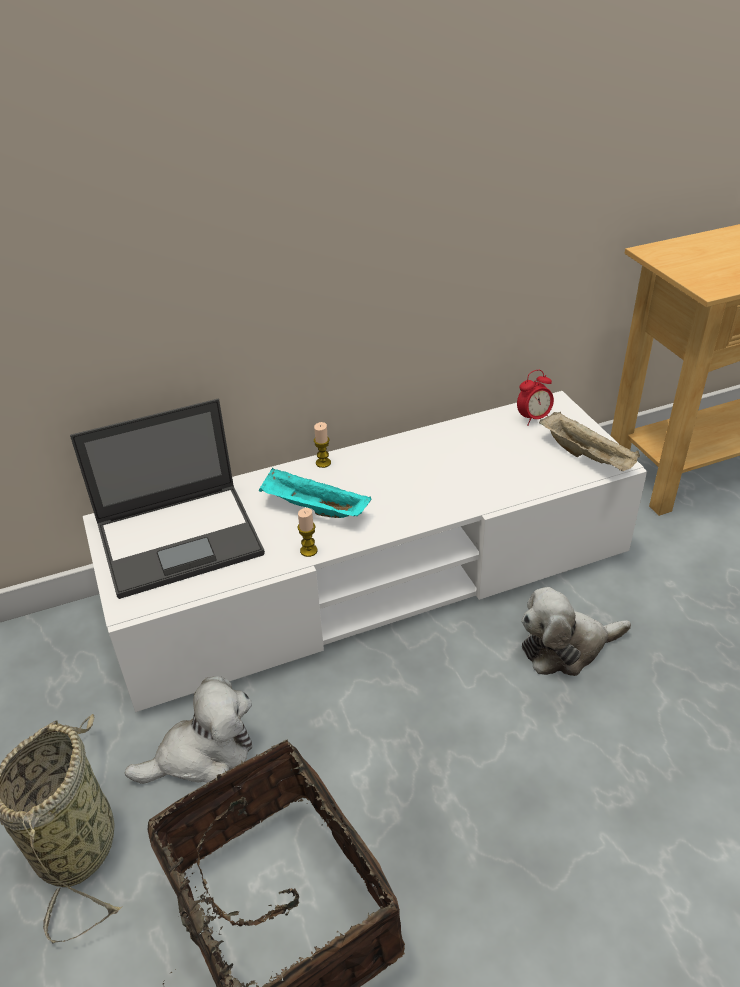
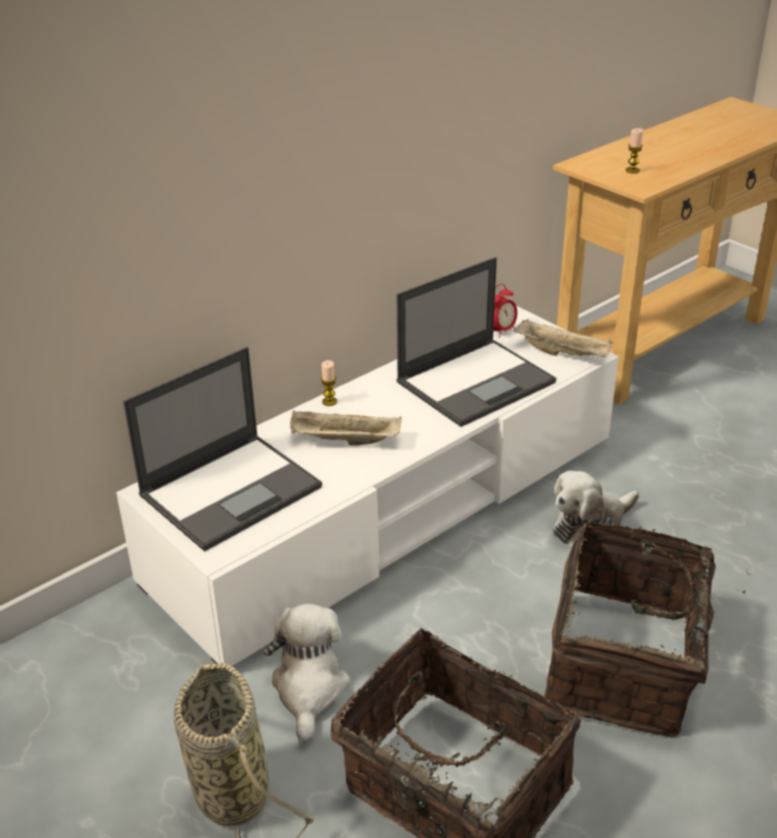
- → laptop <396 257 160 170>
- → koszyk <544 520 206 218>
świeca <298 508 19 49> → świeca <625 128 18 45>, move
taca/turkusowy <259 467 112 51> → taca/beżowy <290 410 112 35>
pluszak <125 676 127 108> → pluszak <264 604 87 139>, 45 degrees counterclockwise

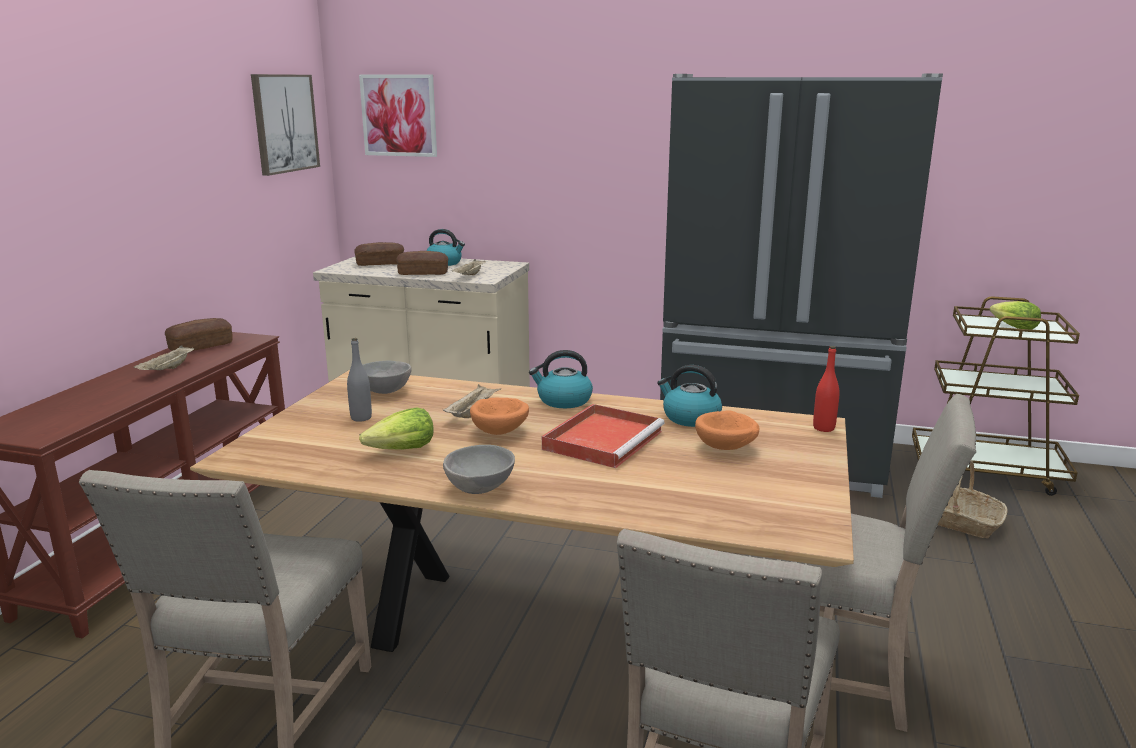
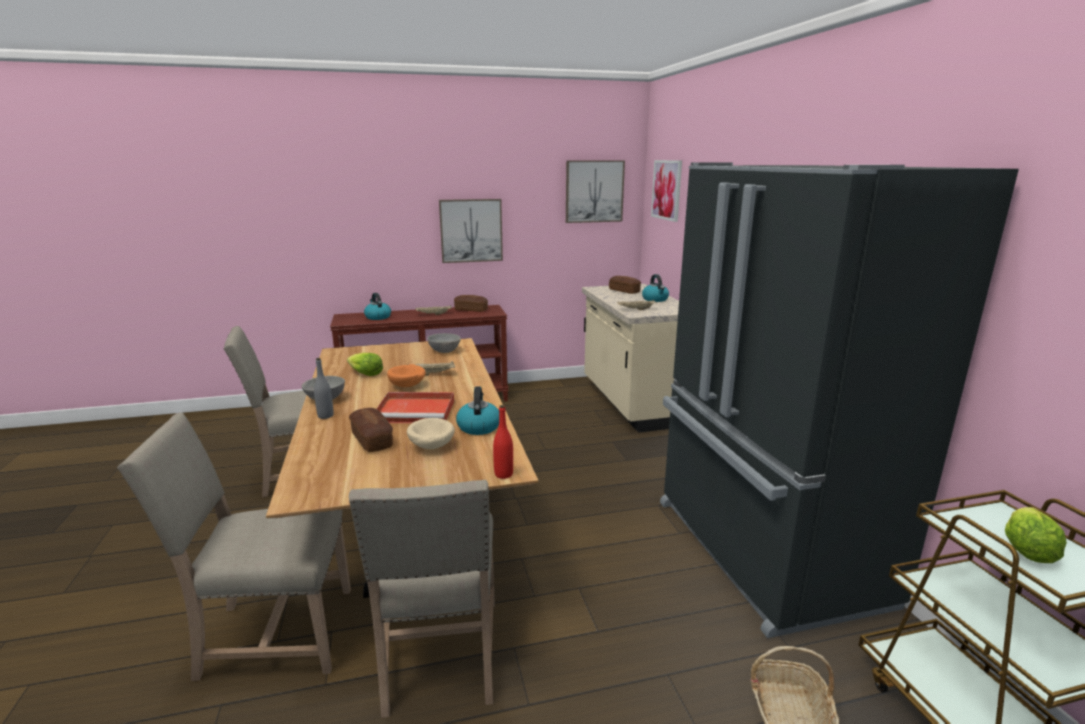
- → obraz <439 199 64 64>
butelka/szary <347 338 25 84> → butelka/szary <314 358 19 61>, move
chleb <396 251 52 24> → chleb <349 408 44 44>, move
czajnik <529 350 64 58> → czajnik <364 293 27 27>, move
miska/pomarańczowy <695 410 64 40> → miska/beżowy <407 418 48 31>

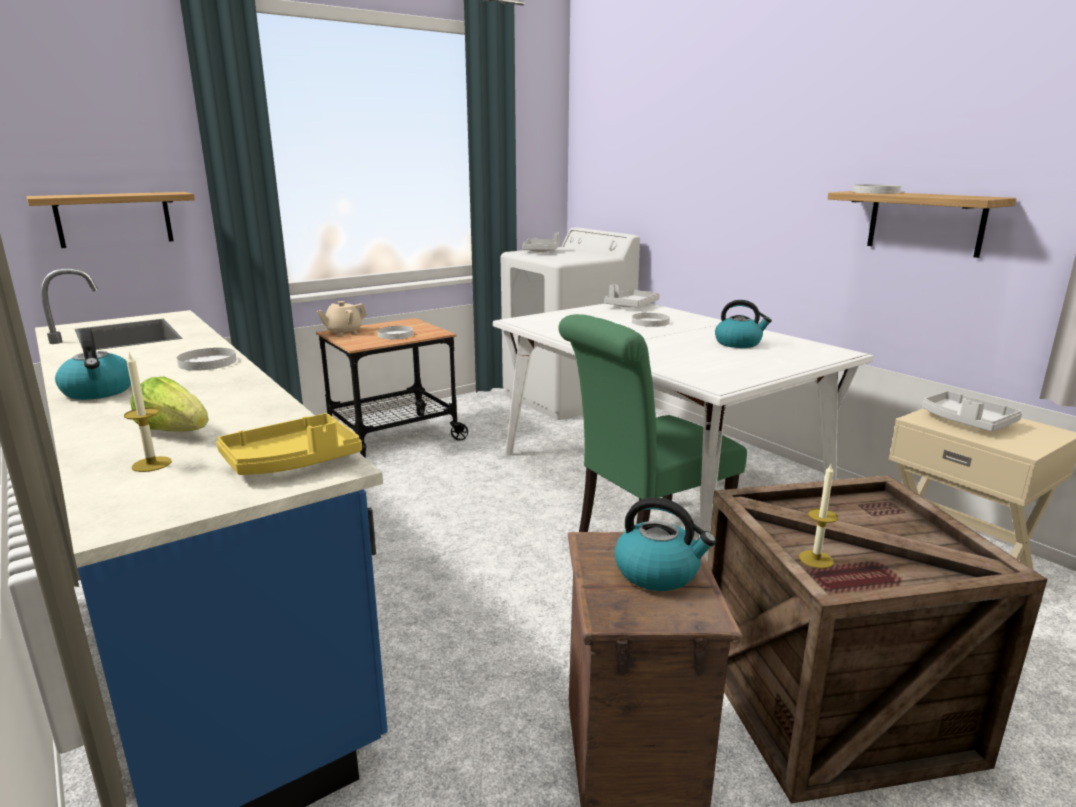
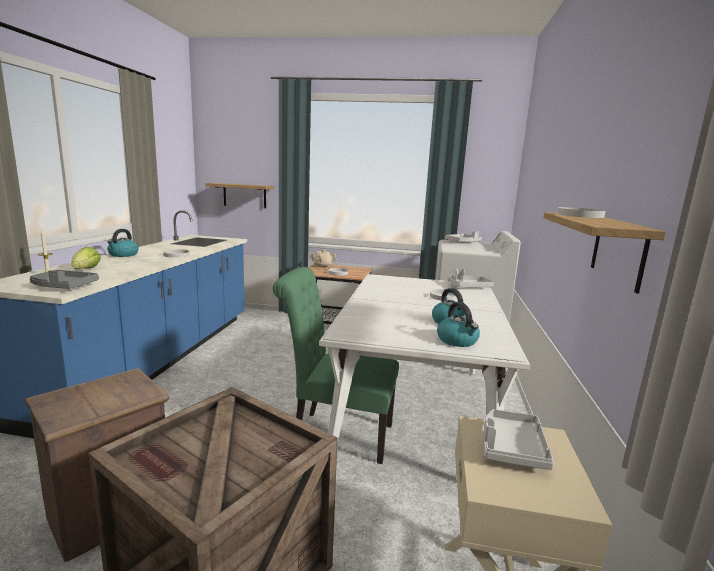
świeca <799 464 39 105> → -
czajnik <614 497 102 94> → czajnik <437 302 43 45>, move
taca/żółty <216 413 146 62> → taca/szary <30 270 69 19>

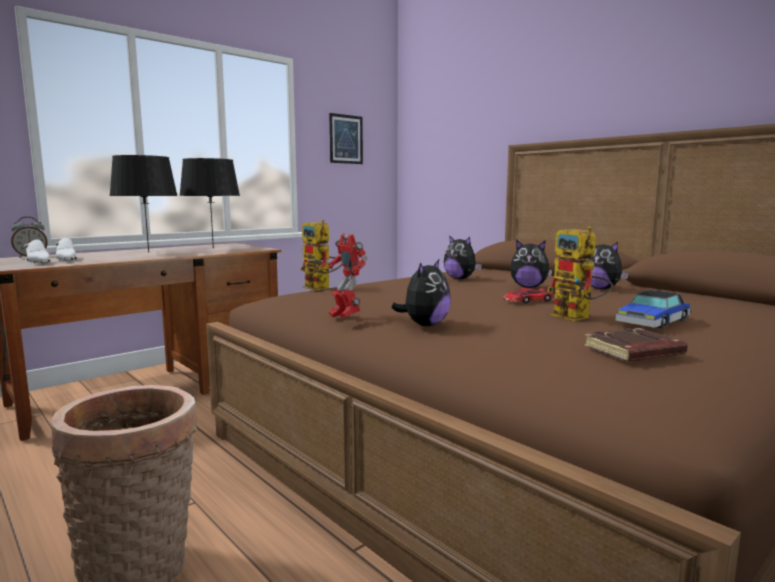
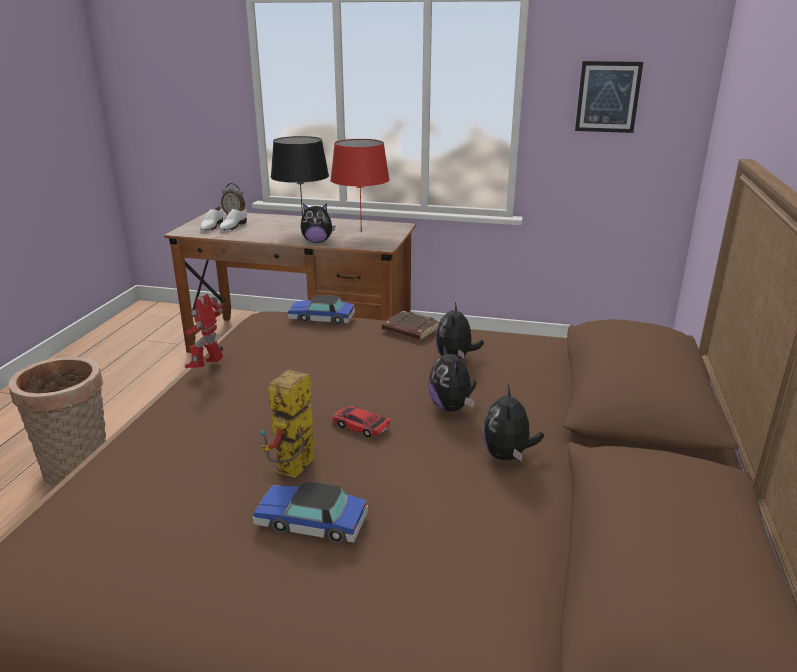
pluszak <391 258 60 68> → pluszak <300 204 35 39>, move
książka/brązowy <584 328 104 33> → książka/brązowy <382 311 58 29>, move
robot zabawkowy <301 219 41 72> → samochodzik <288 295 67 30>
lampa stołowa/czarny <179 158 61 90> → lampa stołowa/czerwony <330 139 60 93>

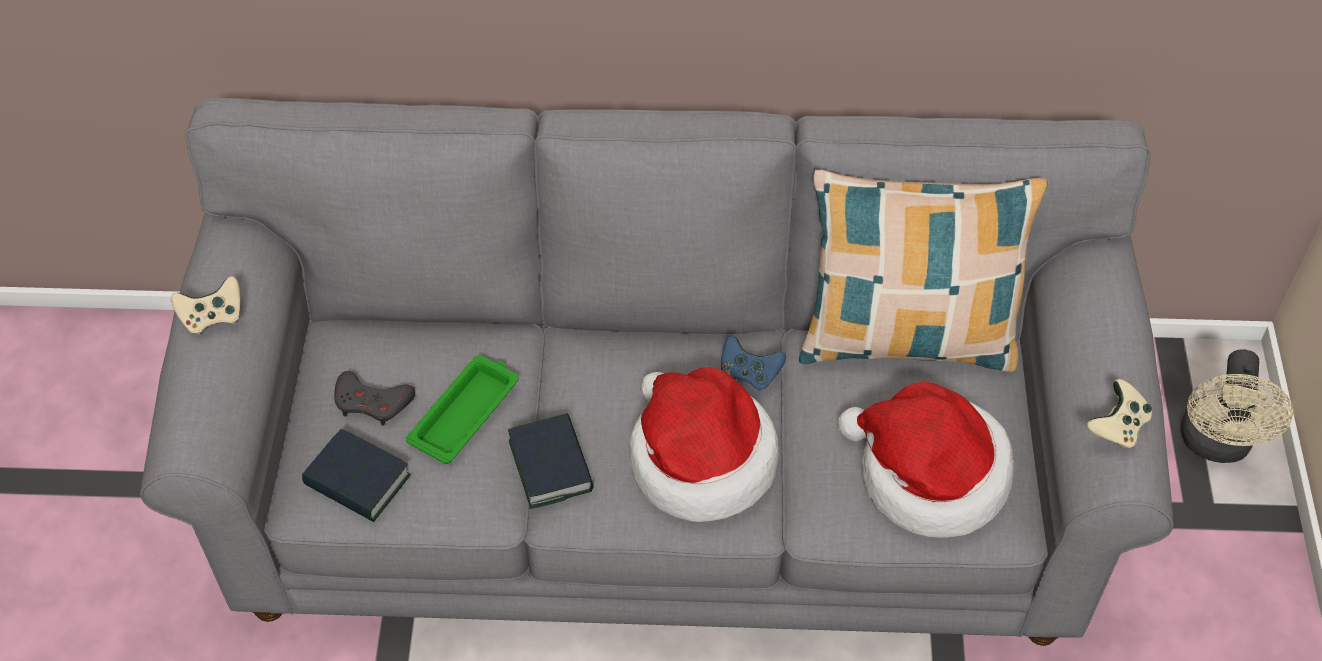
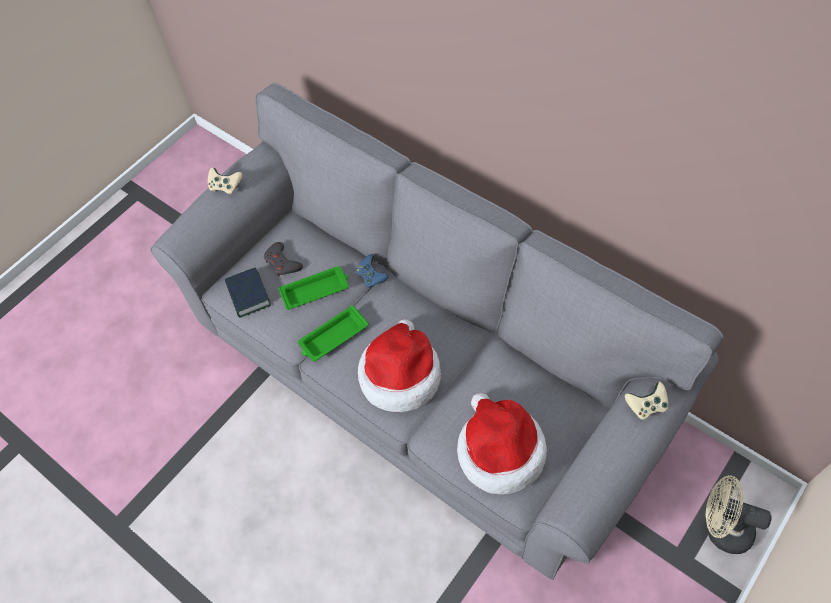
poduszka <799 169 249 203> → -
pad do gier/niebieski <721 335 65 56> → pad do gier/niebieski <356 254 33 33>, move
pad do gier/beżowy <1087 379 65 69> → pad do gier/beżowy <625 382 43 38>, move
książka <508 413 86 96> → taca/zielony <298 305 70 57>
wentylator/beżowy <1181 349 112 114> → wentylator/beżowy <705 475 67 79>, 60 degrees clockwise

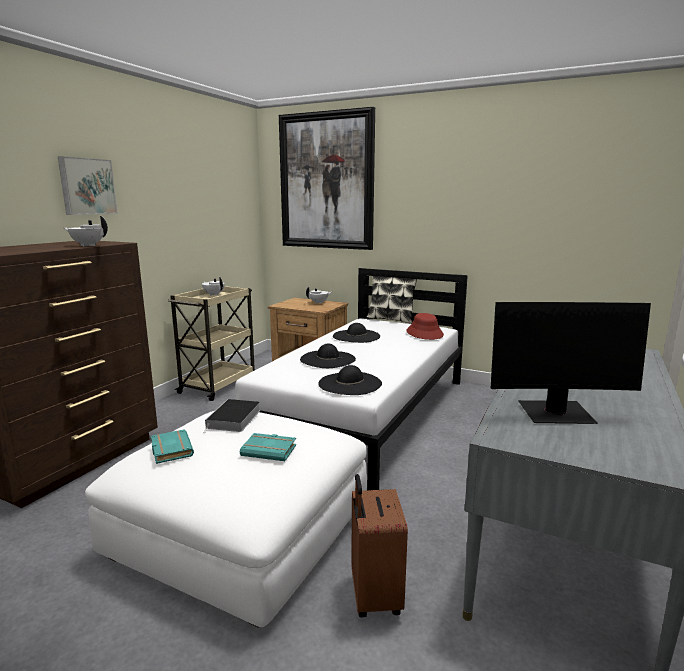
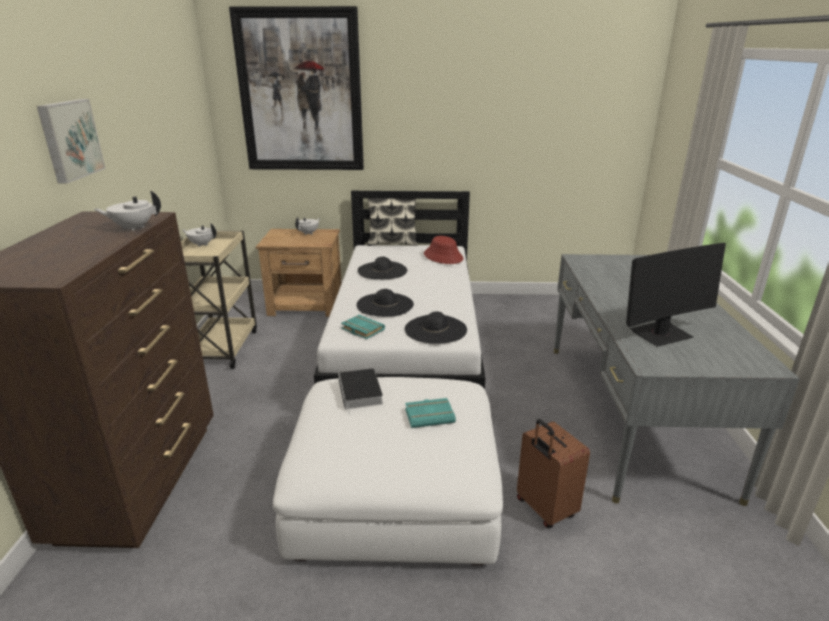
książka/turkusowy <151 429 43 35> → książka/turkusowy <341 315 44 24>, move

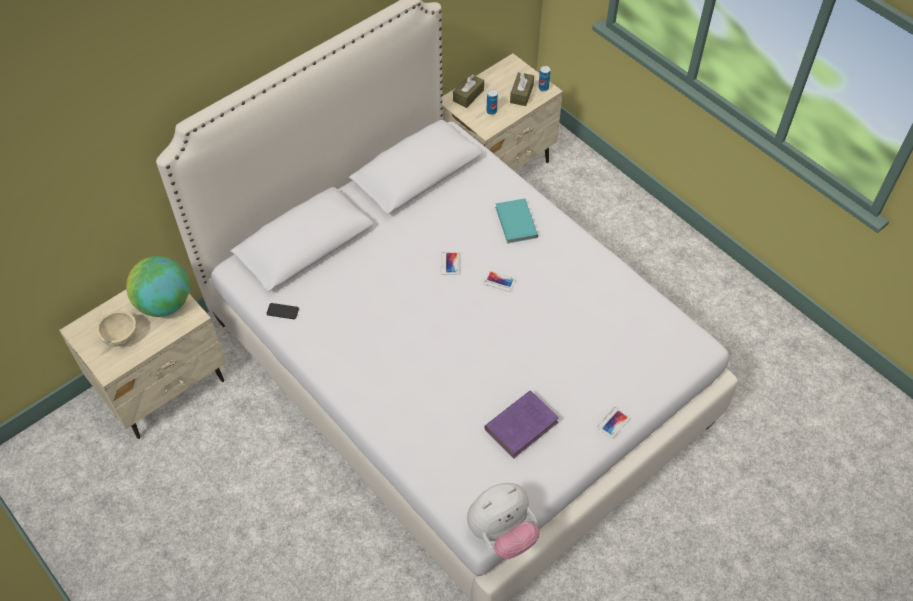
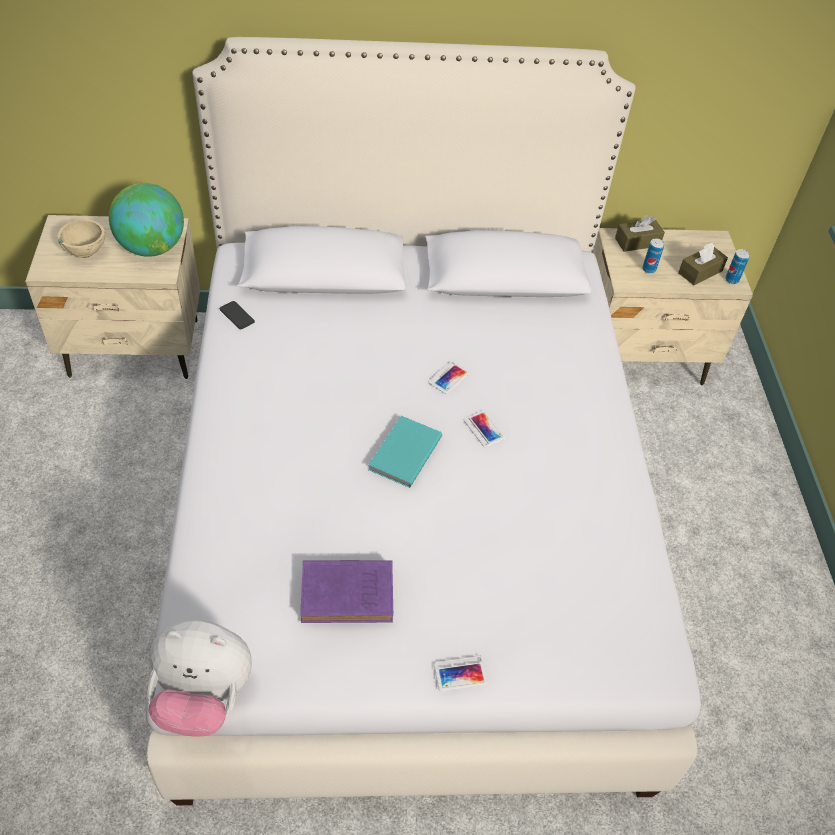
książka/turkusowy <495 199 43 45> → książka/turkusowy <368 416 74 72>, move

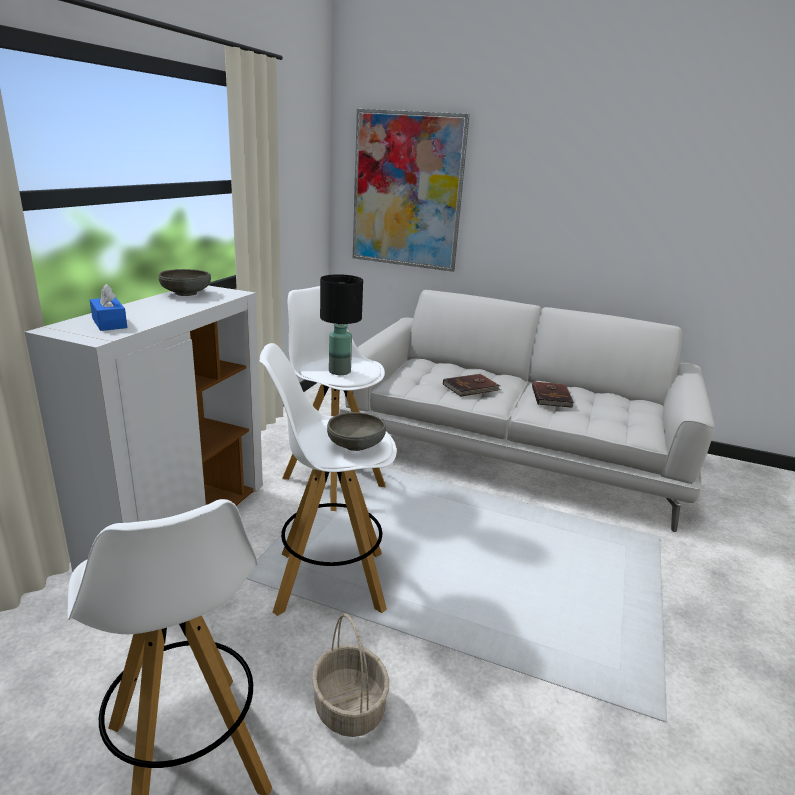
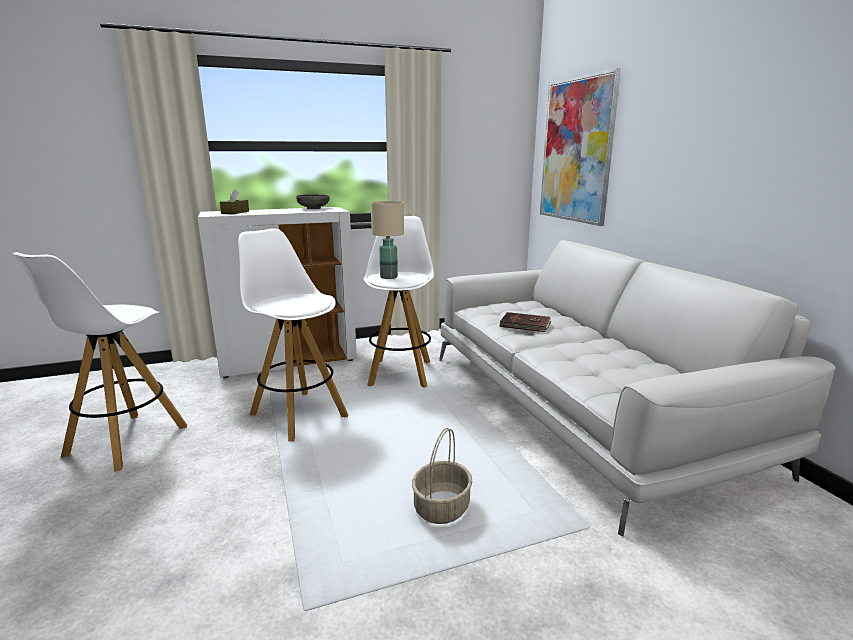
miska/szary <327 412 59 39> → -
książka/brązowy <532 381 42 27> → -
koszyk <312 613 77 124> → koszyk <412 428 60 96>, move
pudełko chusteczek/niebieski <90 284 37 47> → pudełko chusteczek/brązowy <220 189 29 25>
lampa stołowa/czarny <320 274 43 101> → lampa stołowa/beżowy <371 201 33 78>

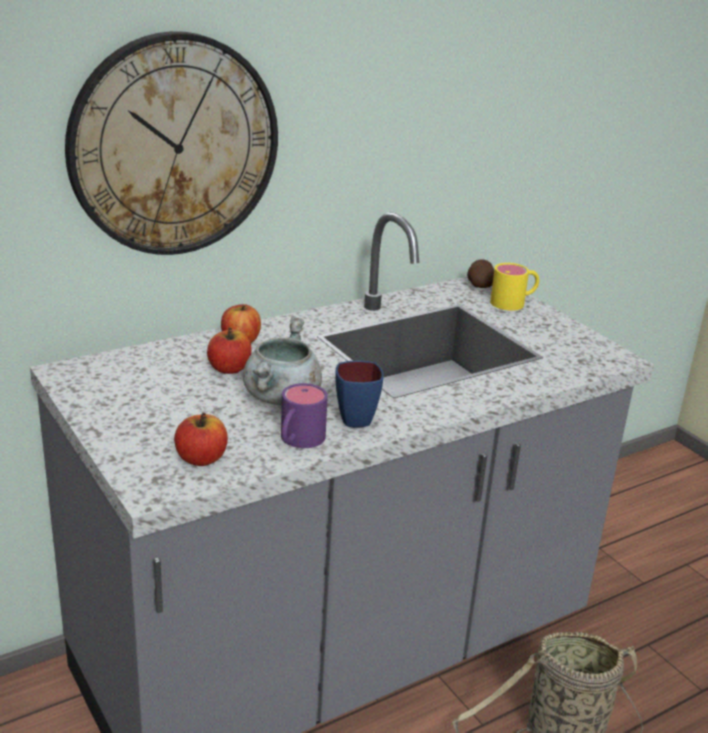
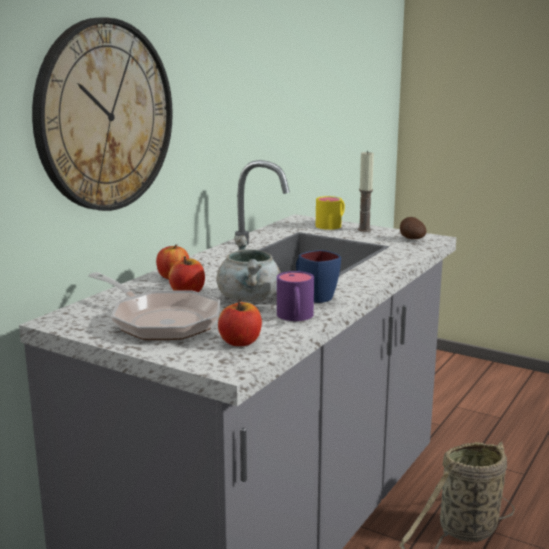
- → patelnia <88 272 132 68>
- → świeca <358 151 16 81>
ziemniak <467 259 27 29> → ziemniak <400 217 26 22>, move

